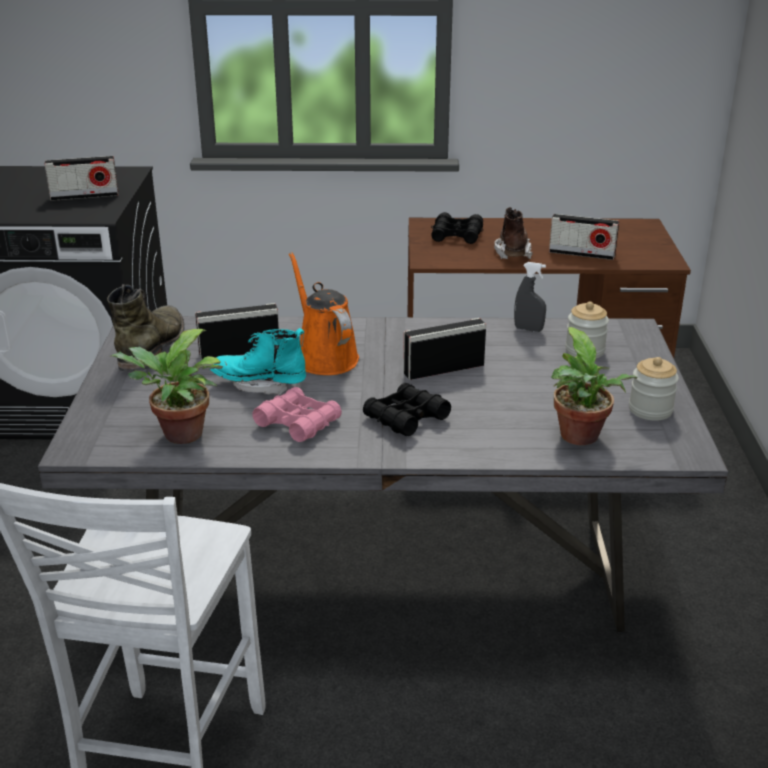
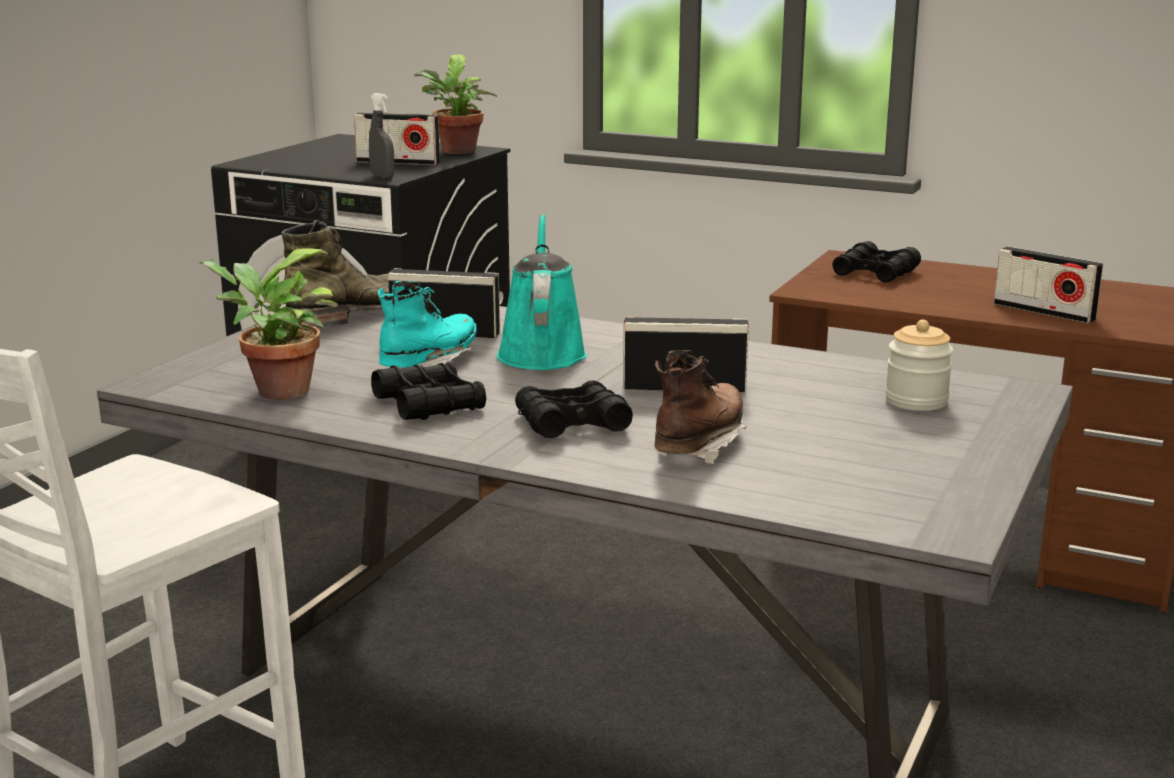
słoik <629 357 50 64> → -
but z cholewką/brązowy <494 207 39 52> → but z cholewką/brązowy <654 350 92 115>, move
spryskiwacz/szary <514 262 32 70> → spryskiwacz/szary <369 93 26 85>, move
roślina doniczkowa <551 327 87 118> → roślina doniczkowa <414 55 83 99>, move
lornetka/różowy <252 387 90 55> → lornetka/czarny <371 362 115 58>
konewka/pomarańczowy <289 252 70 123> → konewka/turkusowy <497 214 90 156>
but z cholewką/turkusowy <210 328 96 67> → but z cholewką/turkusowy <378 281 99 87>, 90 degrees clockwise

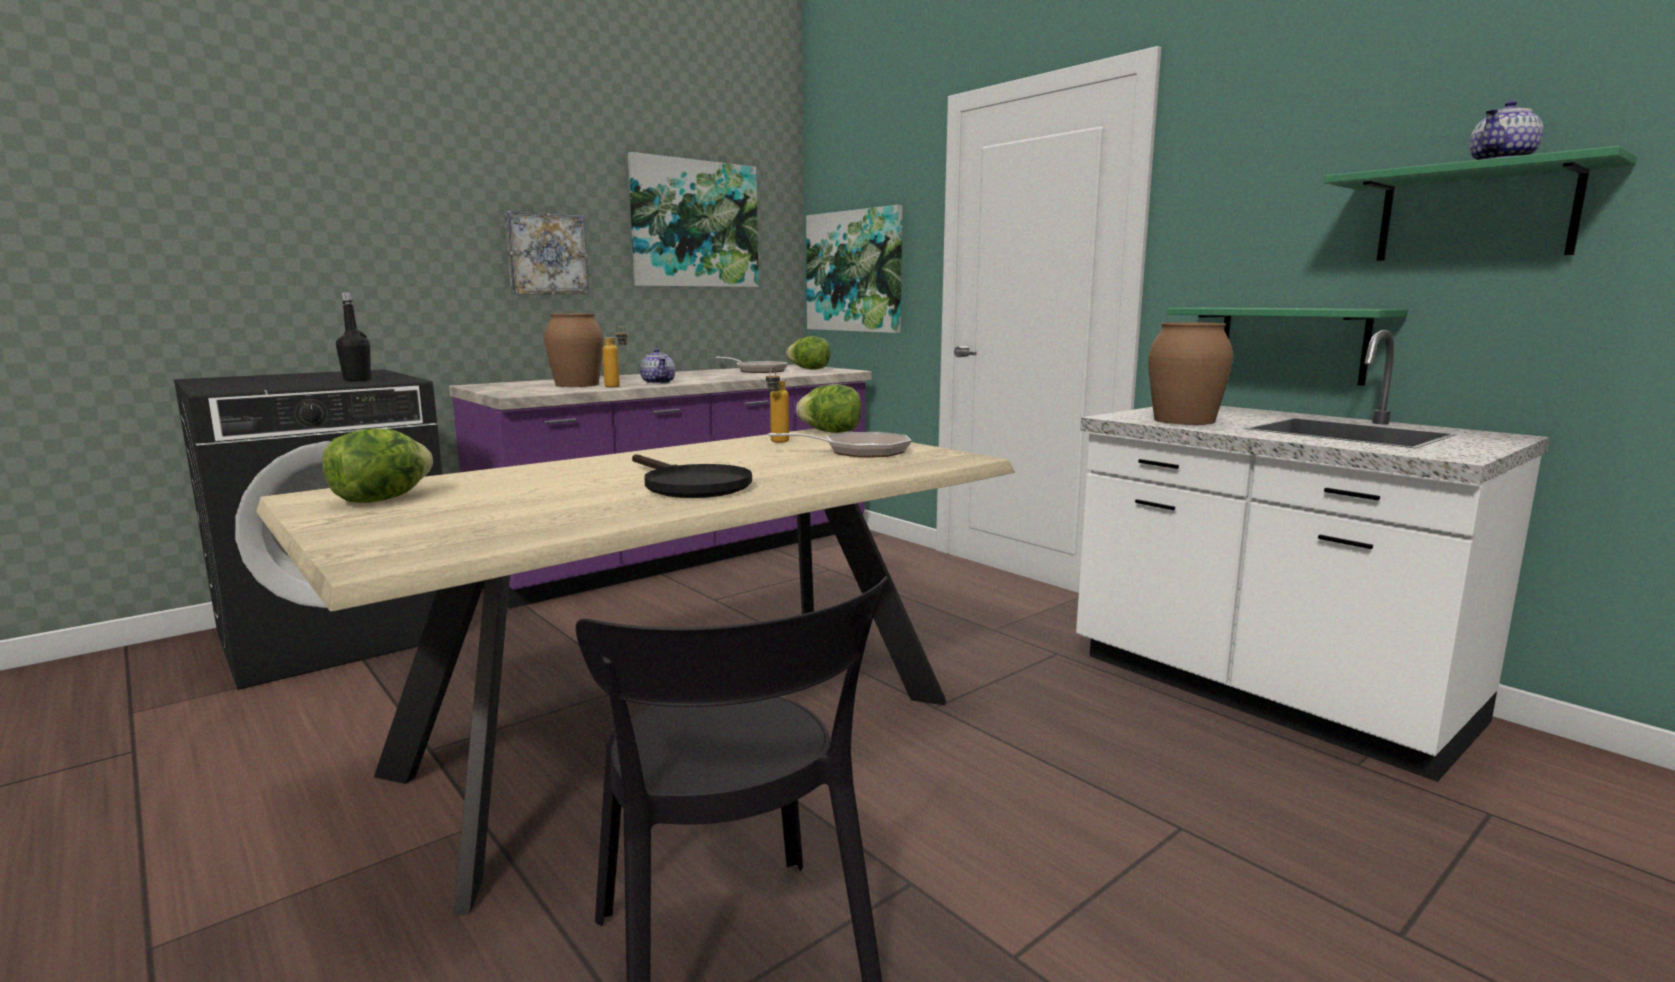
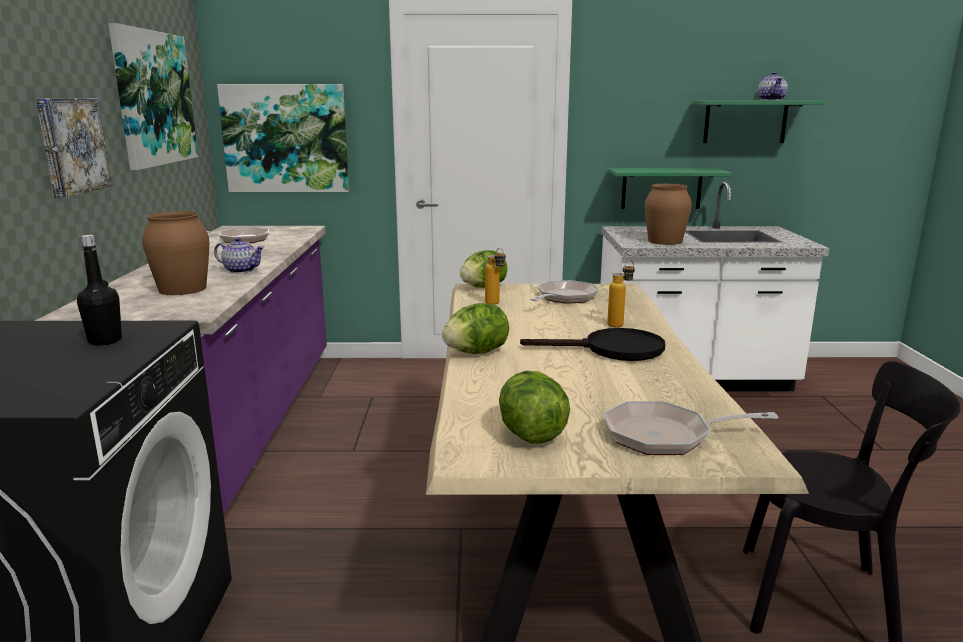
- → patelnia <604 401 175 54>
butelka <602 326 26 61> → butelka <607 260 28 68>, move
sałata <786 336 44 34> → sałata <442 303 67 51>, move

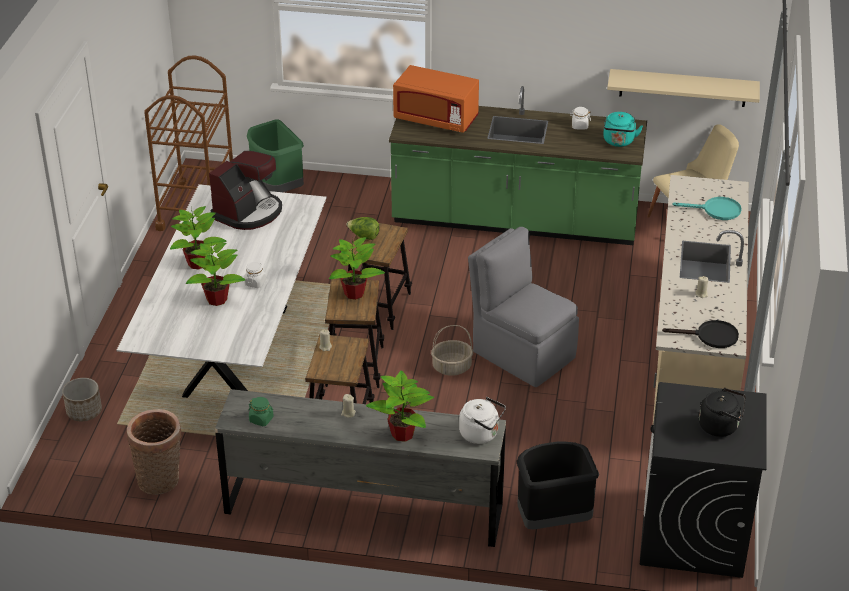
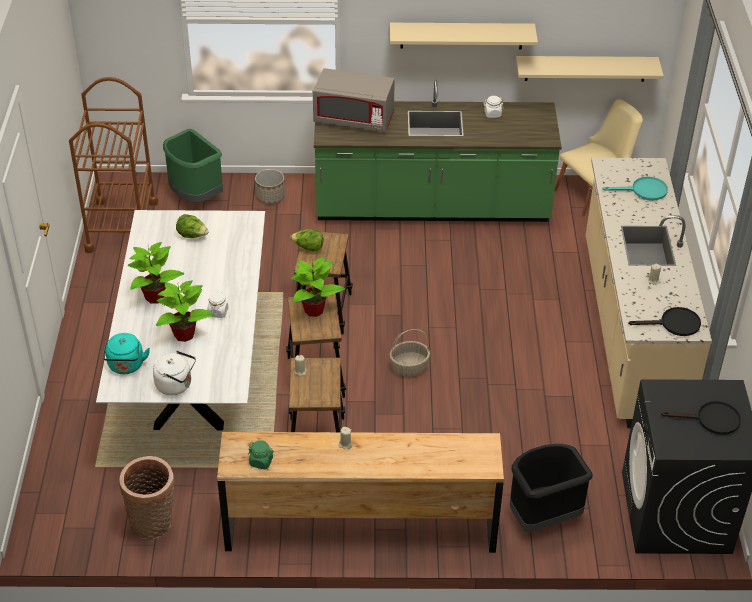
roślina doniczkowa <366 371 68 71> → -
krzesło/szary <468 227 111 160> → -
- → półka/beżowy <390 23 148 26>
donica <62 378 40 43> → donica <255 169 30 35>, move
czajnik/biały <459 397 47 47> → czajnik/biały <153 351 43 44>, move
czajnik/turkusowy <603 112 40 35> → czajnik/turkusowy <103 333 47 41>, move
ekspres do kawy <209 151 73 79> → sałata <176 214 33 24>
czajnik/czarny <699 388 47 49> → patelnia/czarny <661 401 80 34>
komoda/szary <215 389 291 158> → komoda/brązowy <217 432 287 121>
mikrofalówka/pomarańczowy <393 65 86 68> → mikrofalówka/szary <313 68 82 64>

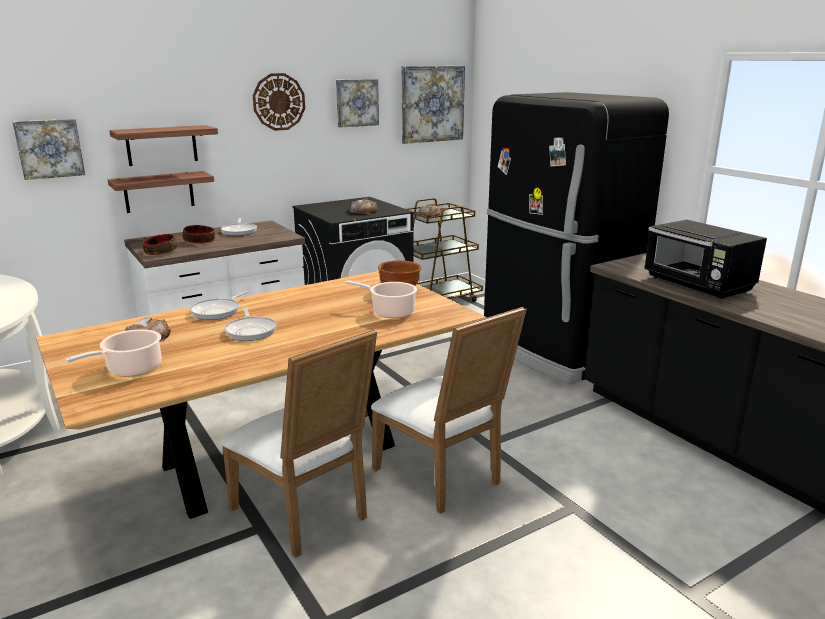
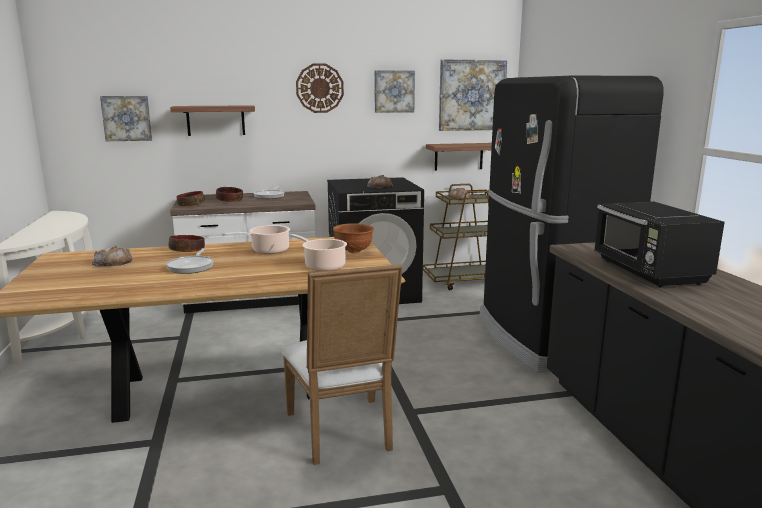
krzesło/biały <221 330 156 228> → -
garnek <65 329 97 48> → garnek <224 225 66 29>, move
półka <108 171 106 42> → półka <426 143 66 28>, move
patelnia <190 291 59 29> → miska <168 235 37 17>

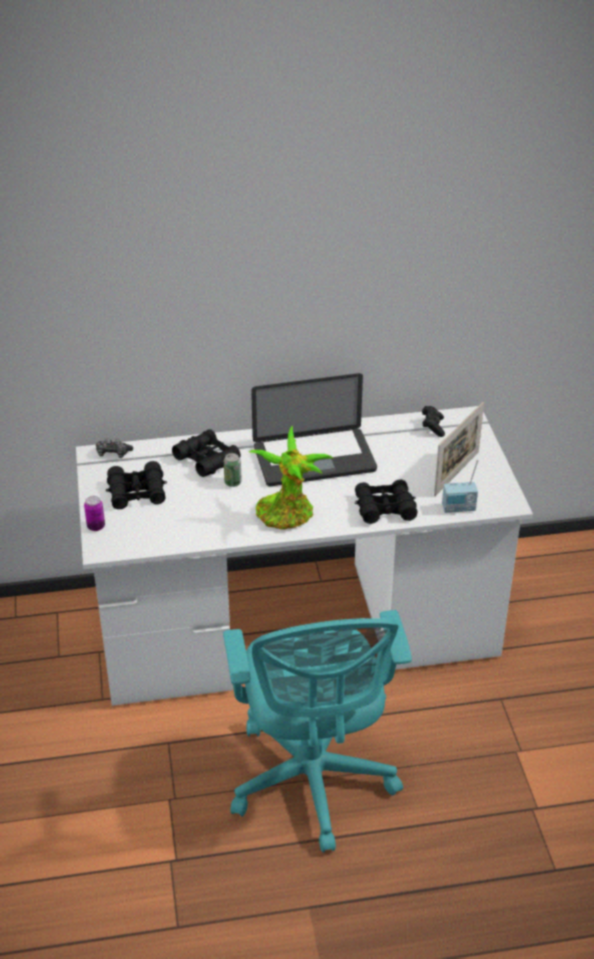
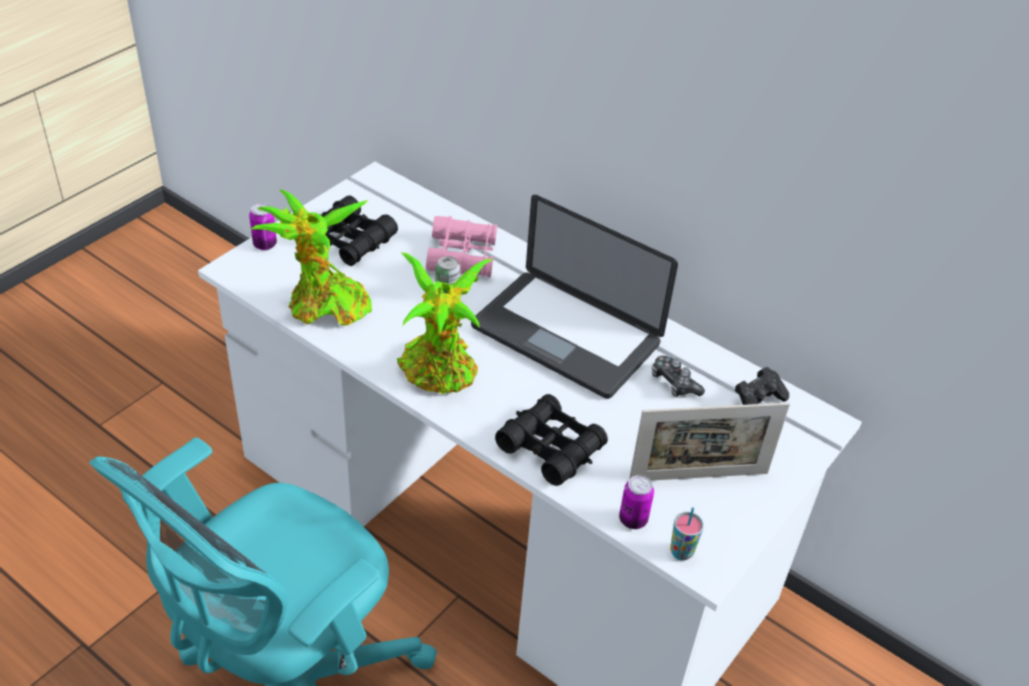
- → roślina doniczkowa <250 190 122 136>
- → filiżanka <670 507 34 54>
pad do gier <96 438 37 20> → pad do gier <652 356 53 41>, move
radio <442 460 36 53> → puszka <619 475 35 54>
lornetka/czarny <172 429 69 48> → lornetka/różowy <426 216 71 62>

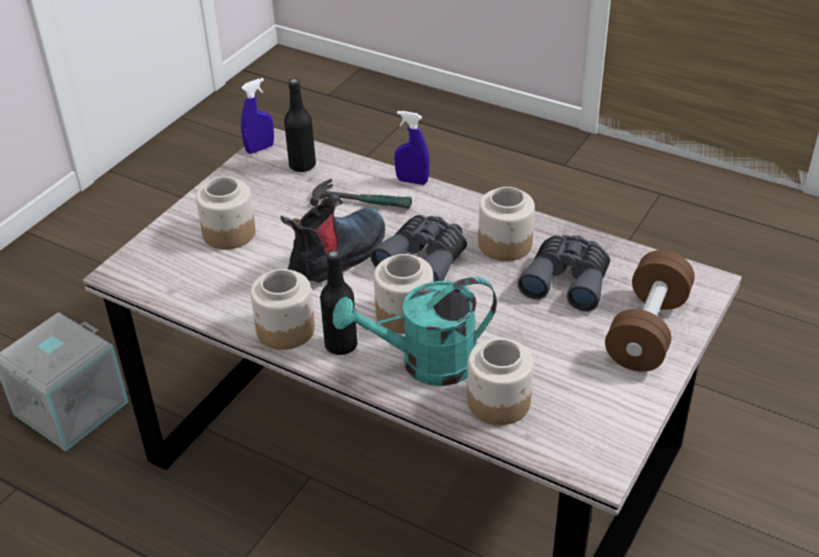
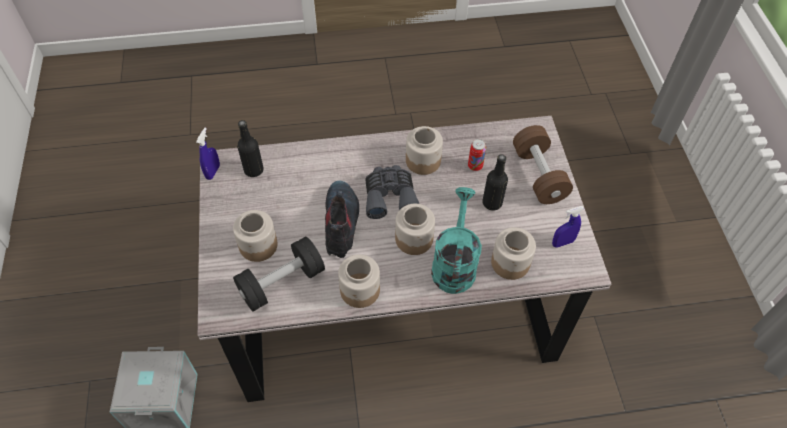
młotek <310 179 102 30> → -
- → hantel/czarny <233 237 92 75>
butelka/czarny <320 250 37 105> → butelka/czarny <482 154 26 57>, move
spryskiwacz/niebieski <394 111 36 74> → spryskiwacz/niebieski <552 206 32 42>, move
lornetka/szary <518 235 92 77> → puszka <468 139 18 32>
konewka/turkusowy <333 277 164 109> → konewka/turkusowy <431 187 51 107>, 150 degrees clockwise

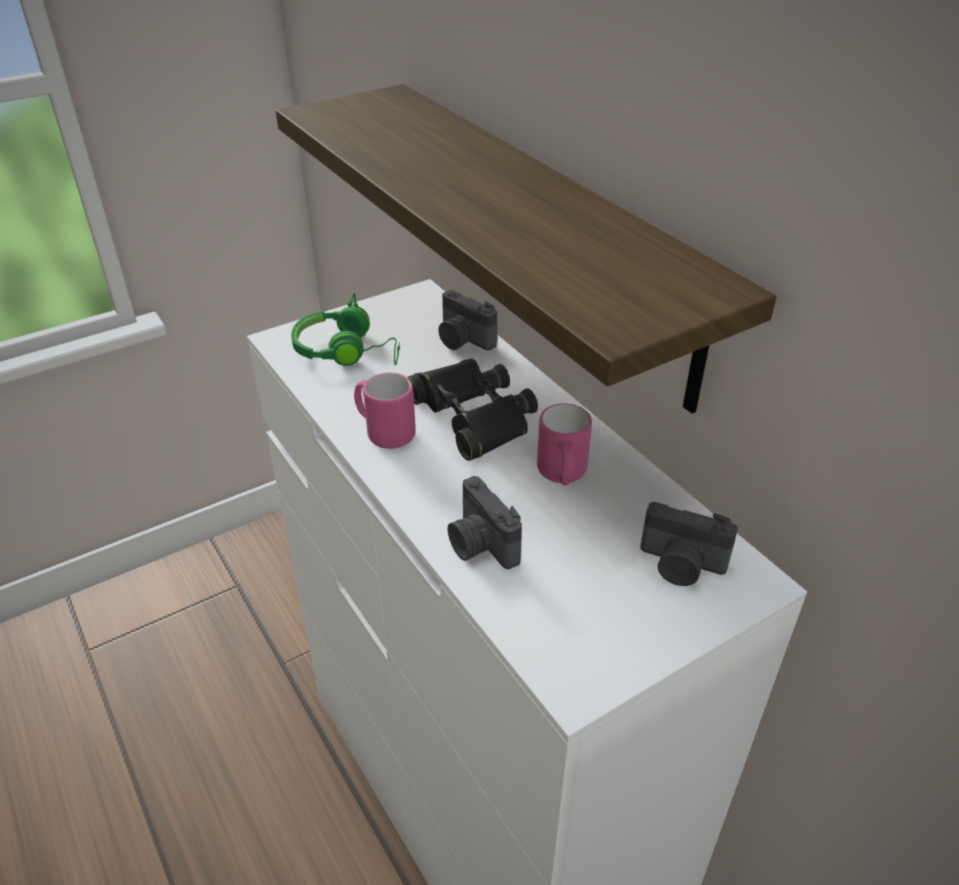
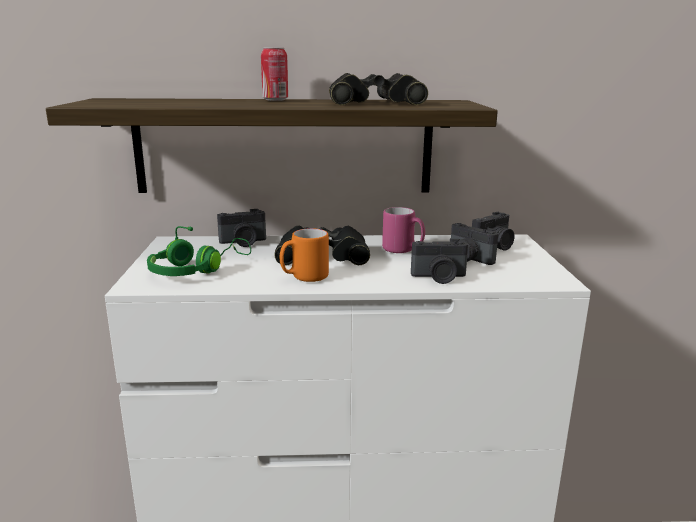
- → puszka <261 47 27 54>
- → lornetka/czarny <329 73 99 32>
- → aparat fotograficzny <451 223 47 42>
kubek/różowy <354 373 62 76> → kubek/pomarańczowy <280 228 49 54>

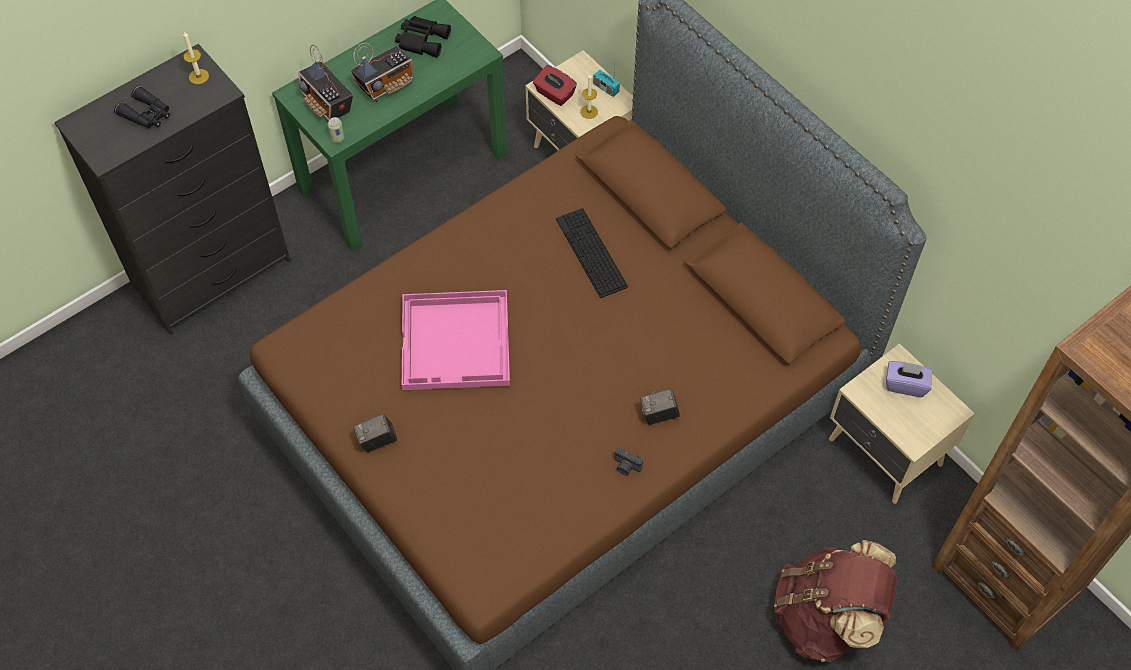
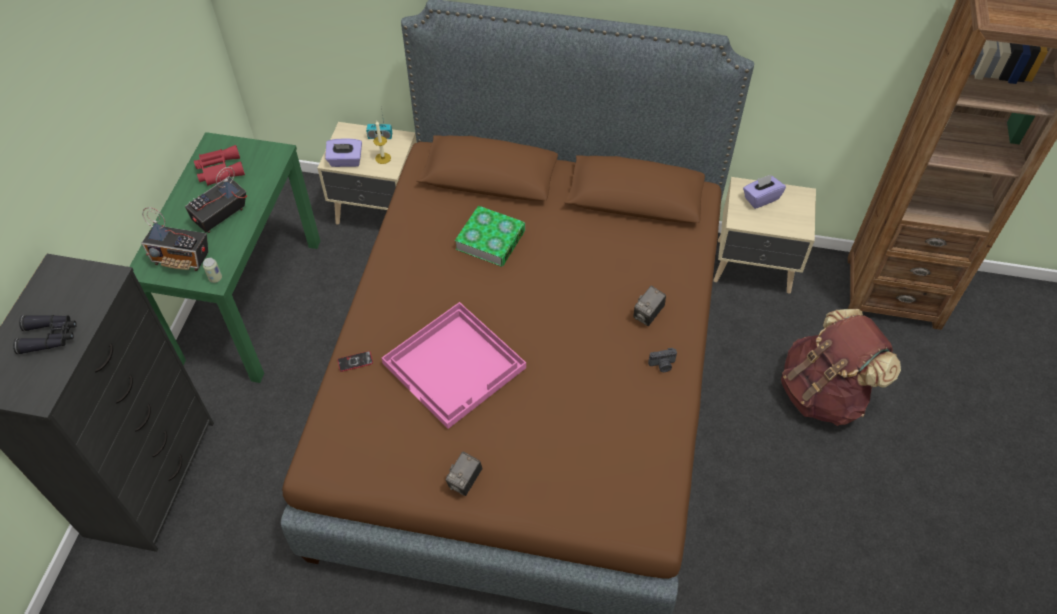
świeca <183 31 26 53> → -
- → telefon <338 351 35 21>
klawiatura <556 208 72 90> → książka <455 206 70 61>
lornetka/czarny <395 16 56 42> → lornetka/czerwony <194 145 51 41>
pudełko chusteczek/czerwony <533 65 44 41> → pudełko chusteczek/fioletowy <325 138 37 29>
radio <351 43 63 59> → radio <185 167 62 66>, 150 degrees counterclockwise

